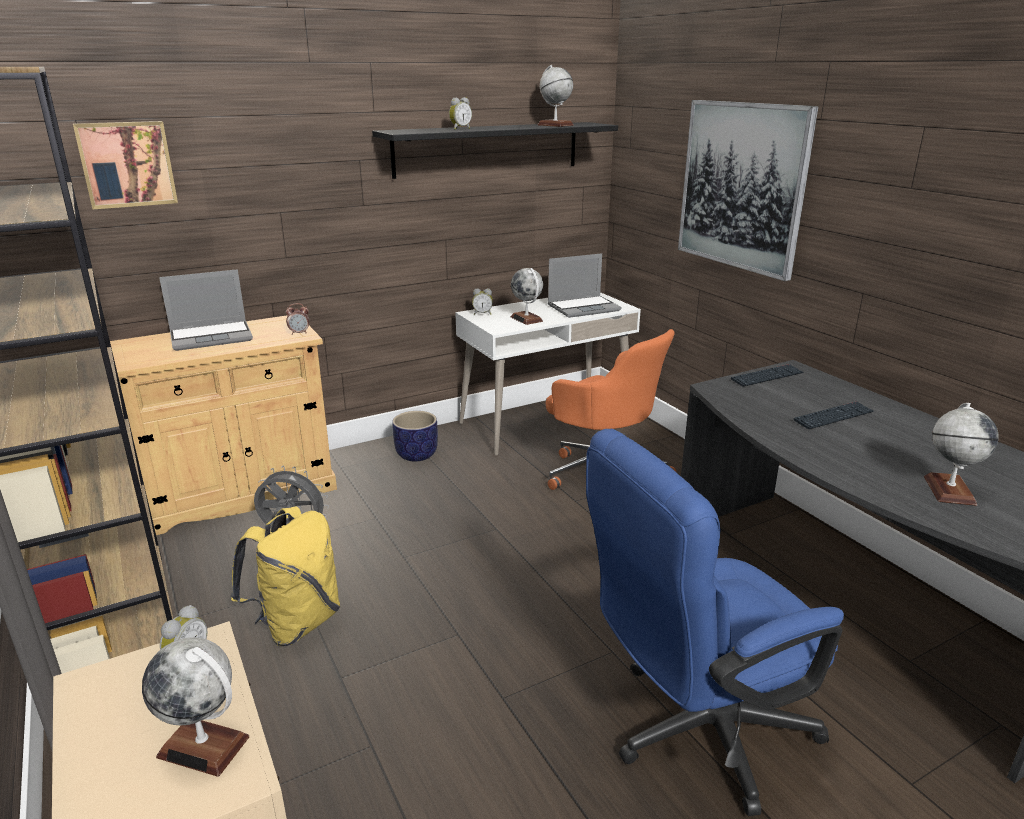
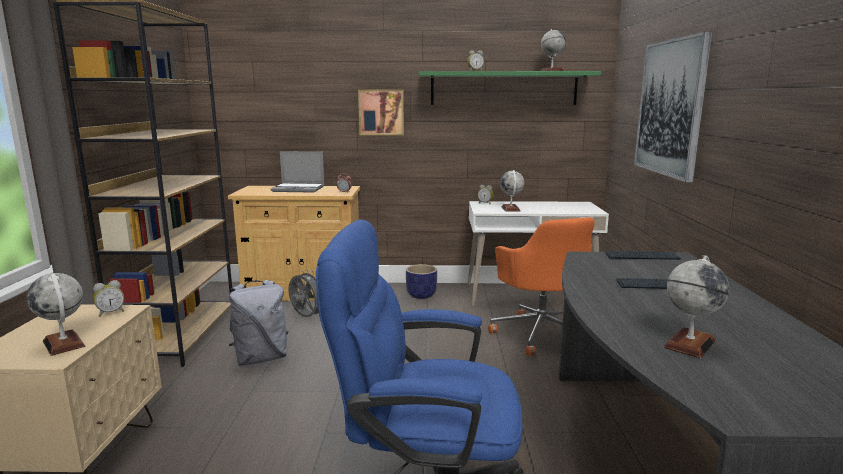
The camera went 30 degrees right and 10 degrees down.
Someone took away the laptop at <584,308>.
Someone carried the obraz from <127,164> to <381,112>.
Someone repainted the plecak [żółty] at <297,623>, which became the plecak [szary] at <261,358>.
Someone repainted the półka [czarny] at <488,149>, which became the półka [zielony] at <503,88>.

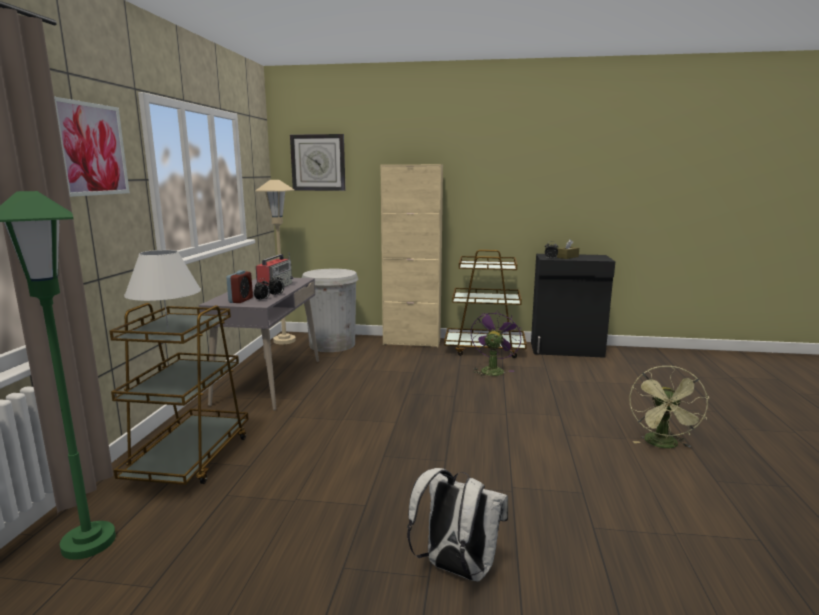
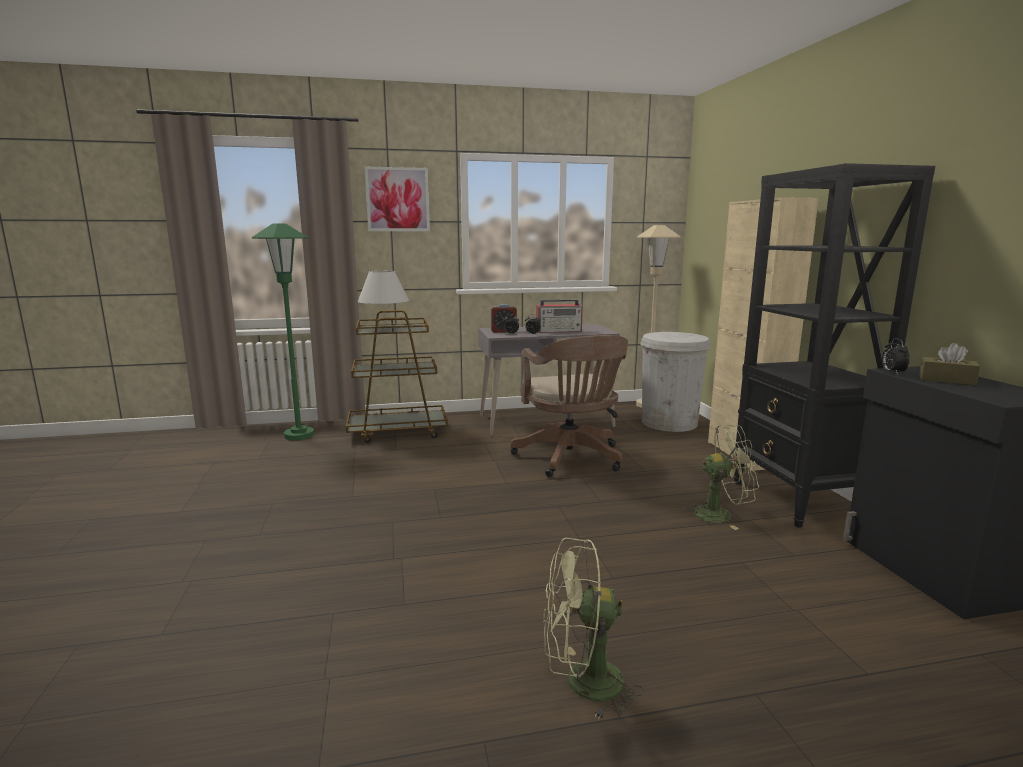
The camera went 70 degrees right and 0 degrees up.
Someone took away the zegar ścienny at <318,162>.
Someone took away the plecak [biały] at <456,569>.
Someone put down the krzesło biurowe [brązowy] at <571,458>.
Someone swapped the wózek [brązowy] at <485,349> for the regał [czarny] at <798,500>.
Someone repainted the wentylator [fioletowy] at <492,370>, which became the wentylator [zielony] at <720,514>.

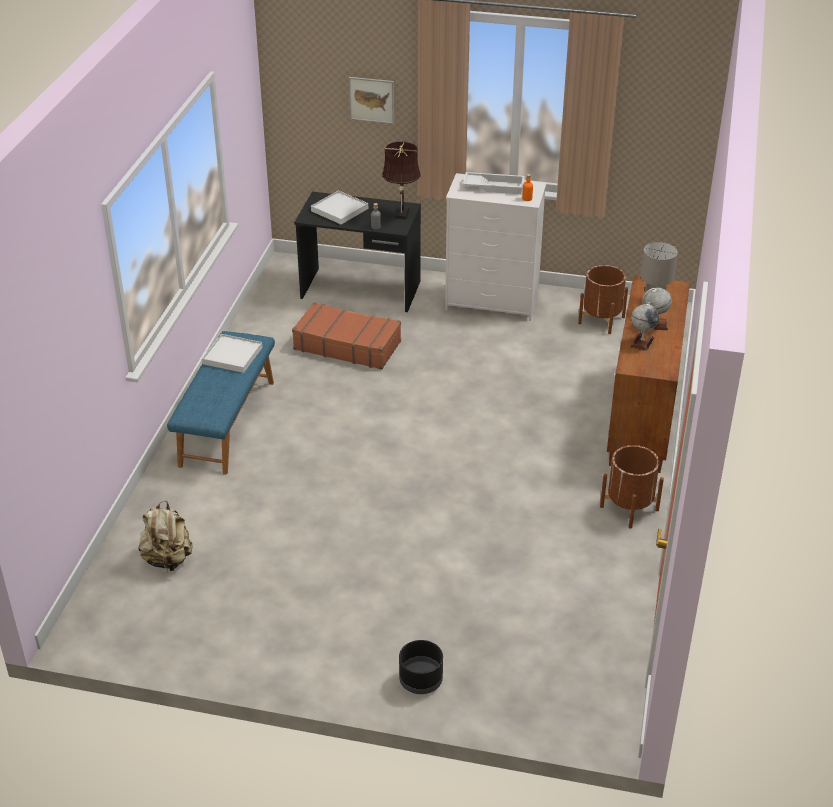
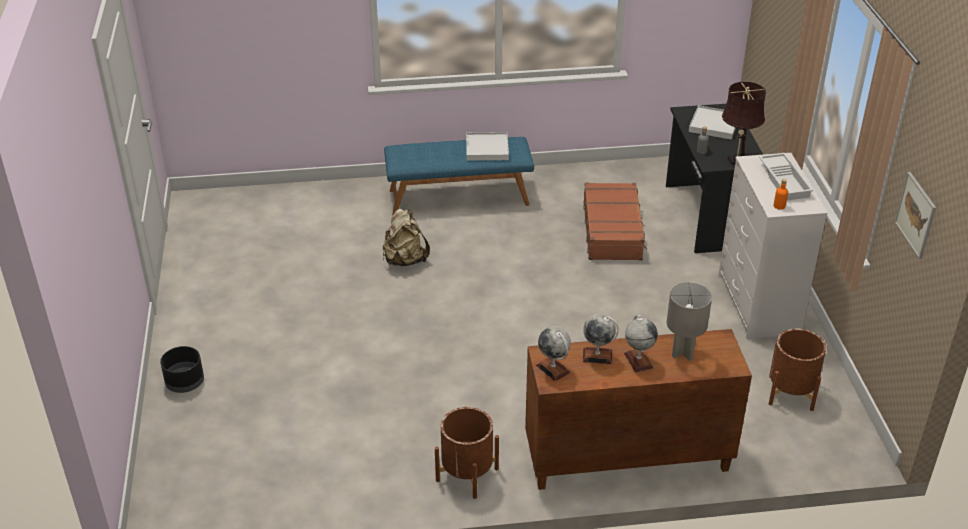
The camera went 70 degrees right and 0 degrees up.
Someone put down the globus at <553,369>.
Someone carried the plecak [beżowy] from <168,559> to <405,260>.
Someone carried the obraz from <371,100> to <916,215>.

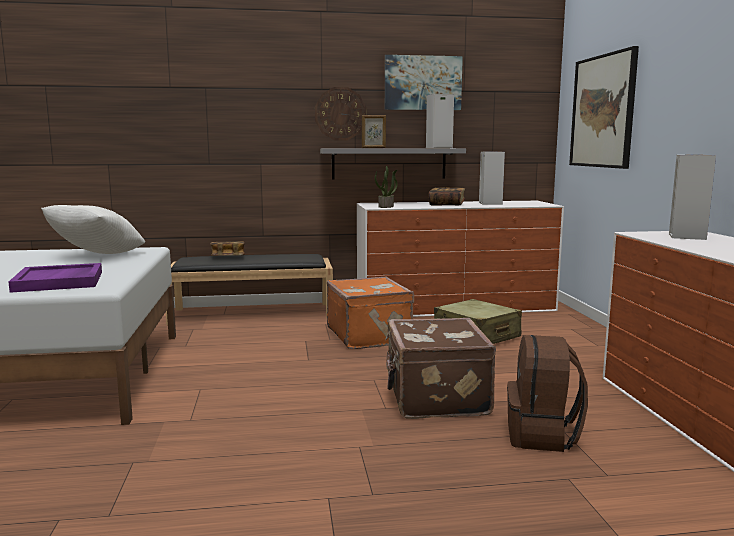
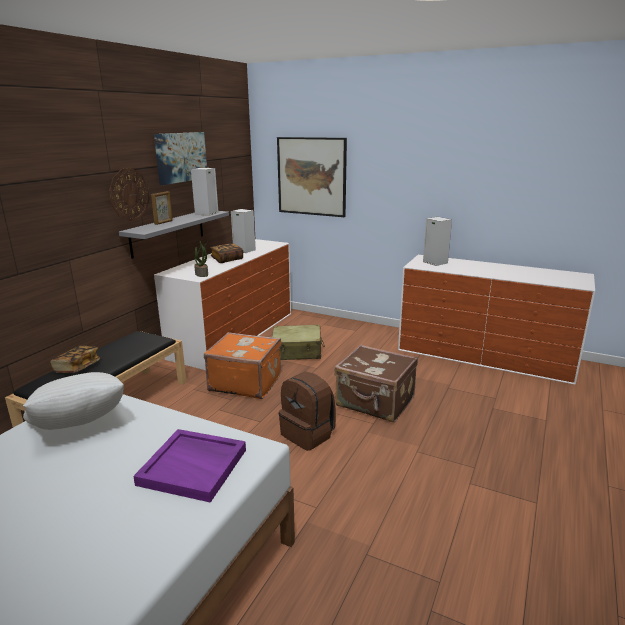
The camera went 55 degrees left and 10 degrees up.
Someone carried the plecak [brązowy] from <542,436> to <308,434>.

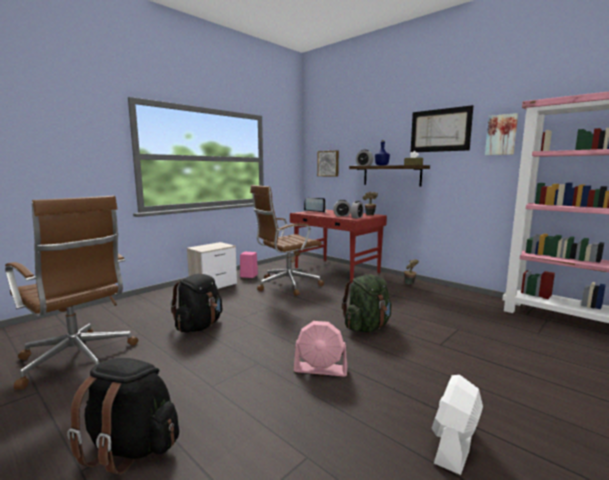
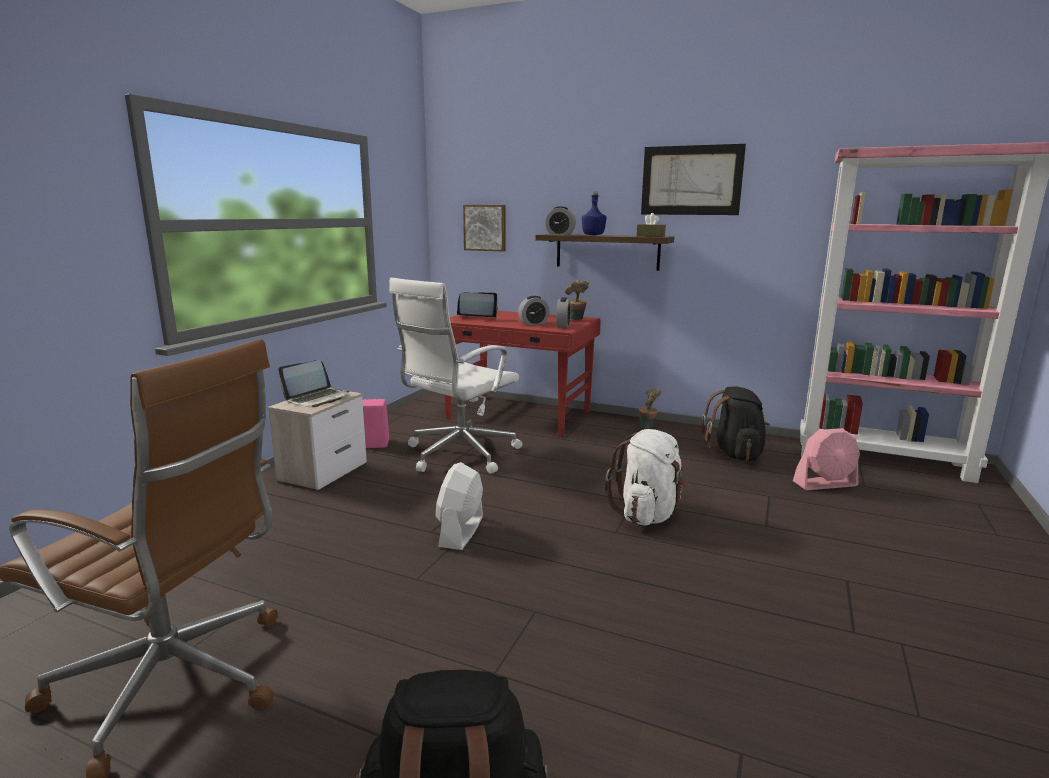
The camera went 20 degrees left and 5 degrees up.
Someone took away the obraz at <501,135>.
Someone put down the laptop at <317,398>.
Someone carried the plecak [czarny] from <199,326> to <735,454>.
Someone carried the wentylator [różowy] from <321,369> to <825,484>.
Someone carried the wentylator [biały] from <454,446> to <461,531>.
Someone repainted the krzesło biurowe [brązowy] at <286,285>, which became the krzesło biurowe [biały] at <458,454>.
Someone repainted the plecak [zielony] at <367,327>, which became the plecak [biały] at <648,514>.

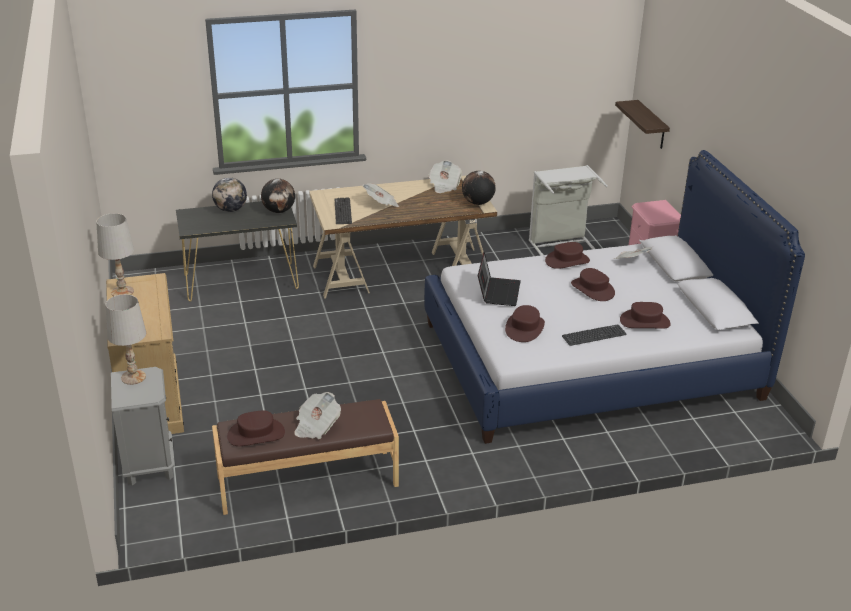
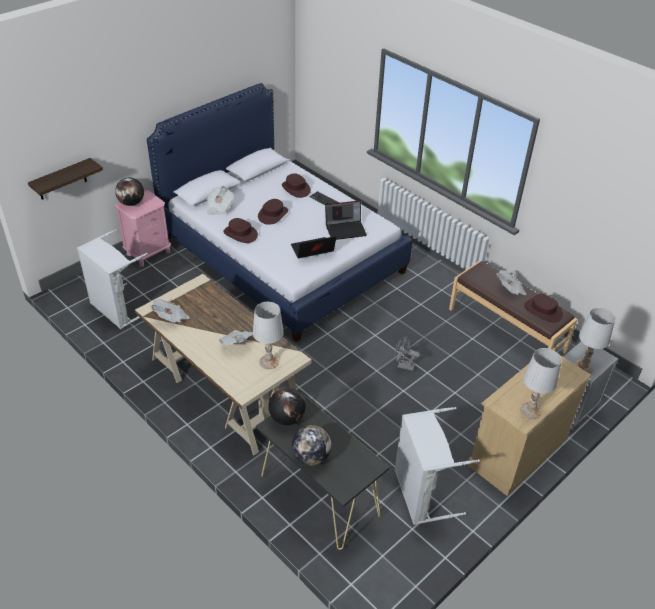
The camera went 120 degrees left and 10 degrees up.
Someone put down the wentylator [szary] at <403,365>.
Someone put down the kosz na pranie [szary] at <420,493>.
Someone carried the globus from <477,203> to <131,203>.
Someone swapped the klawiatura at <343,211> for the lampa stołowa [biały] at <268,362>.
Someone swapped the kapelusz [brązowy] at <524,328> for the laptop at <346,229>.

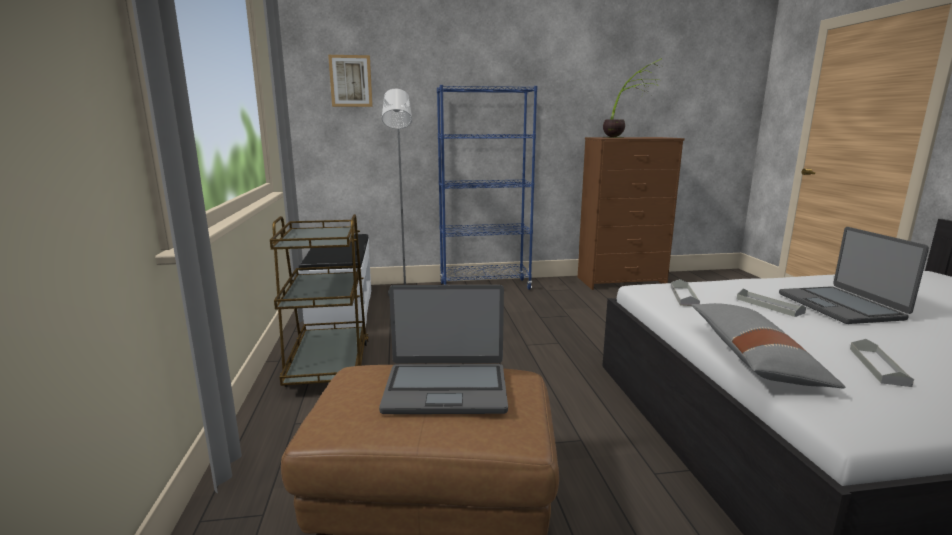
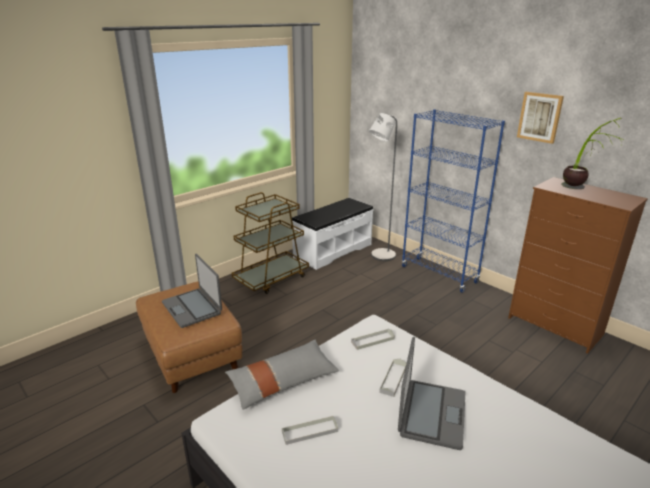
The camera went 55 degrees right and 10 degrees up.
Someone carried the obraz from <351,81> to <540,117>.
Someone rotated the laptop at <840,306> by 150 degrees clockwise.

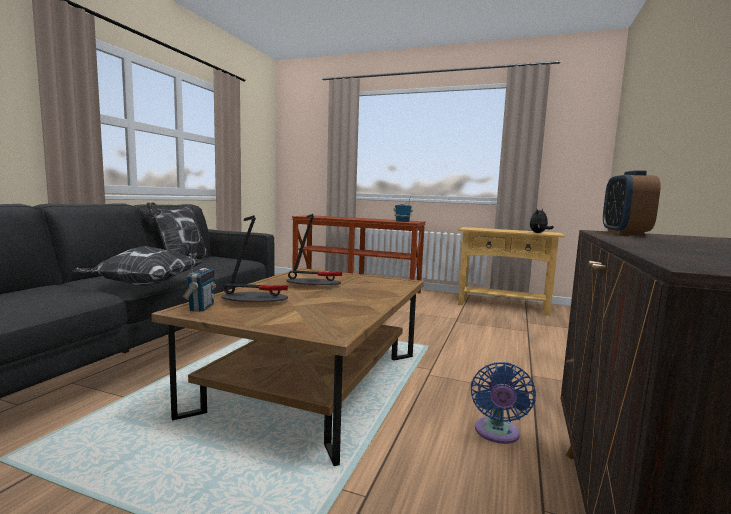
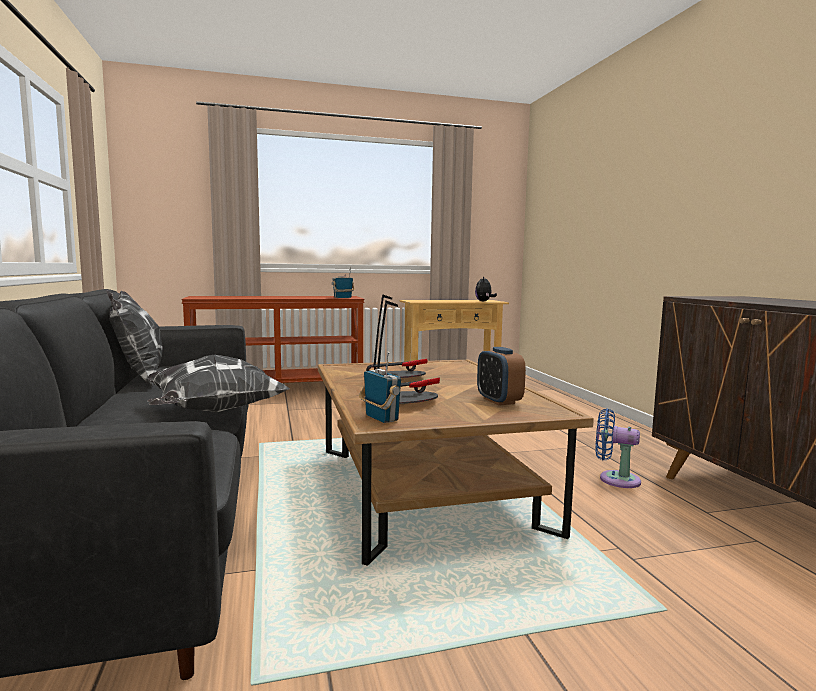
The camera went 35 degrees left and 0 degrees up.
Someone carried the budzik from <625,233> to <499,401>.
Someone rotated the wentylator [niebieski] at <497,433> by 135 degrees clockwise.

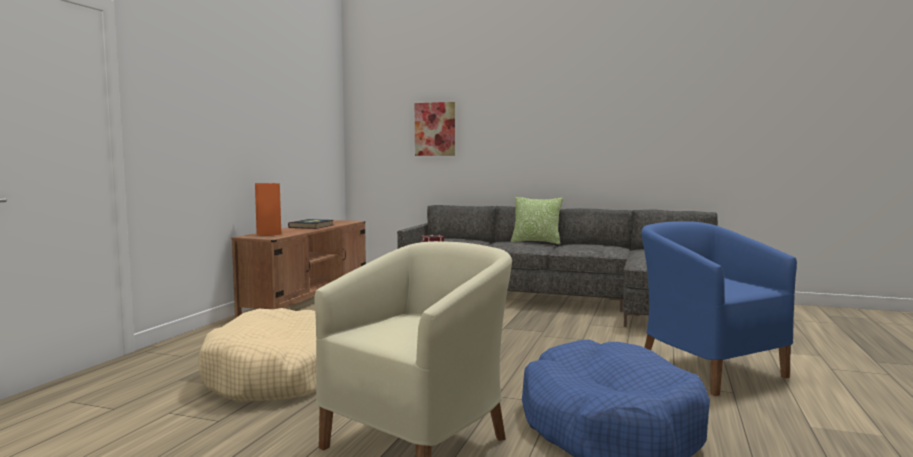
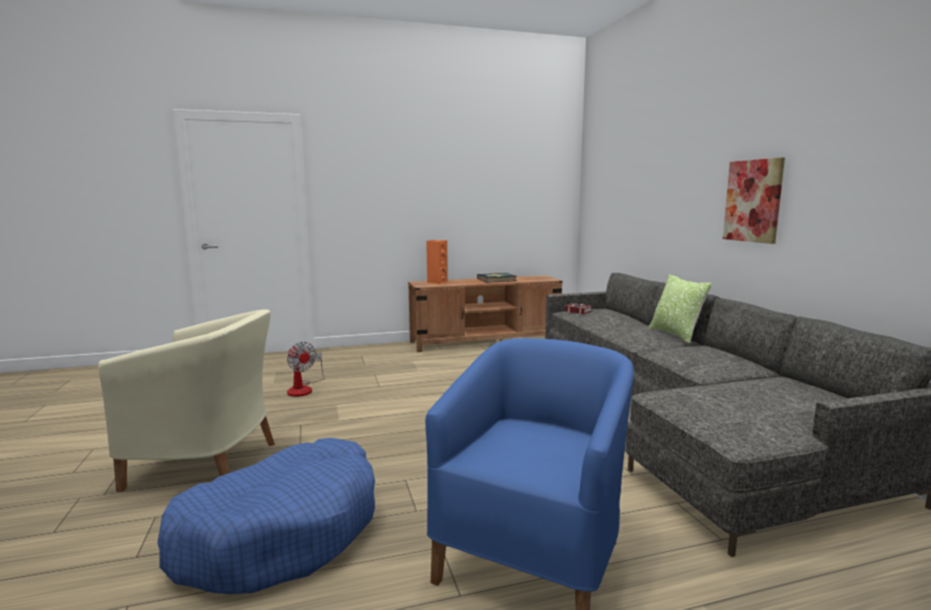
The camera went 55 degrees right and 5 degrees up.
Someone carried the obraz from <435,129> to <753,201>.
Someone swapped the legowisko [beżowy] at <276,375> for the wentylator at <303,389>.

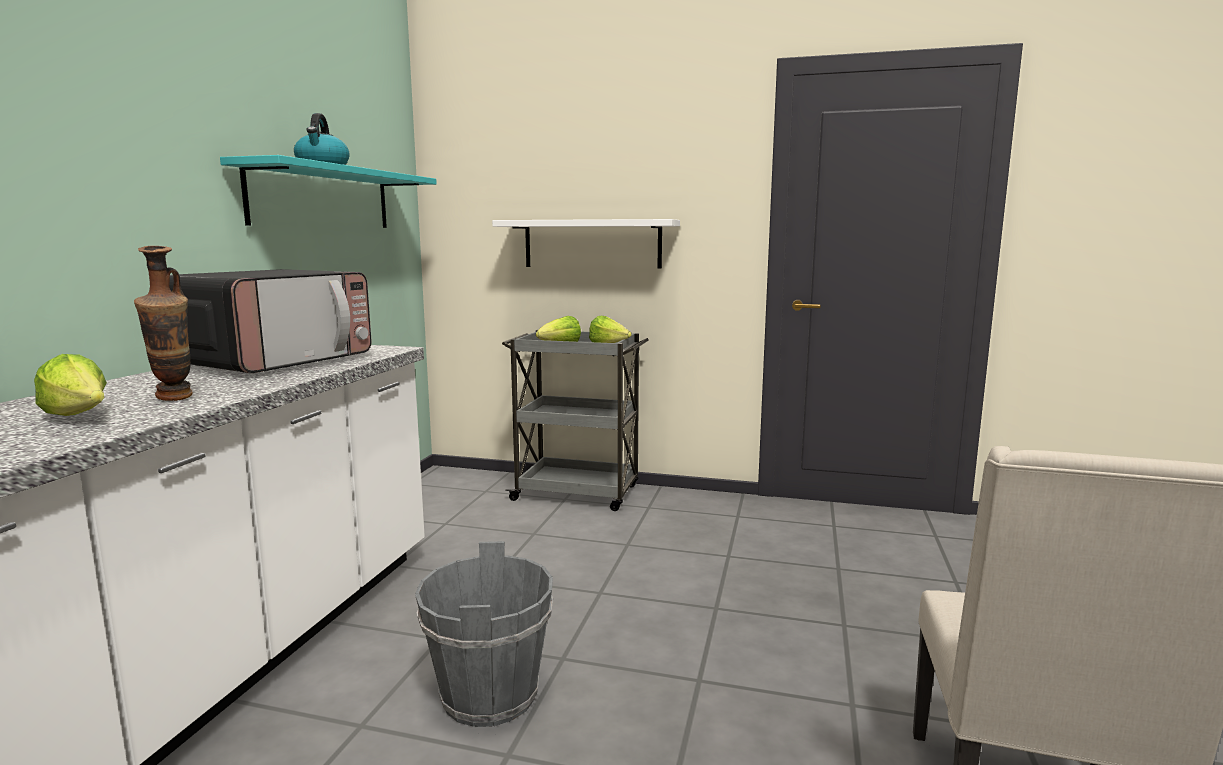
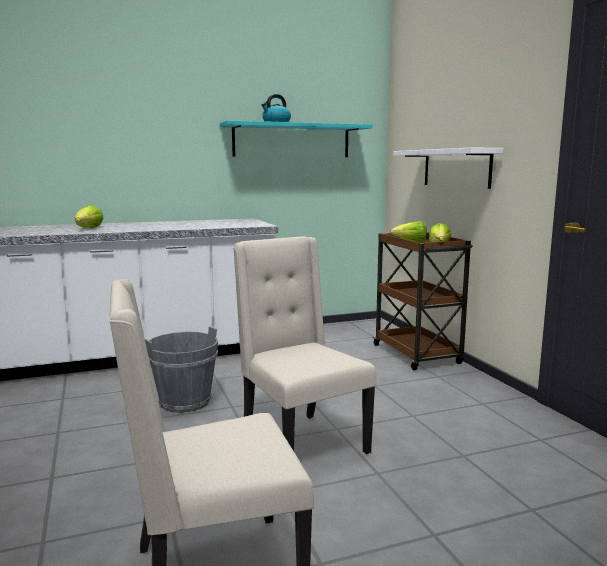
The camera went 55 degrees right and 0 degrees up.
Someone took away the wazon at <174,400>.
Someone took away the mikrofalówka at <275,361>.
Someone put down the krzesło [beżowy] at <300,443>.
Someone repainted the wózek [szary] at <578,493>, which became the wózek [brązowy] at <417,355>.

